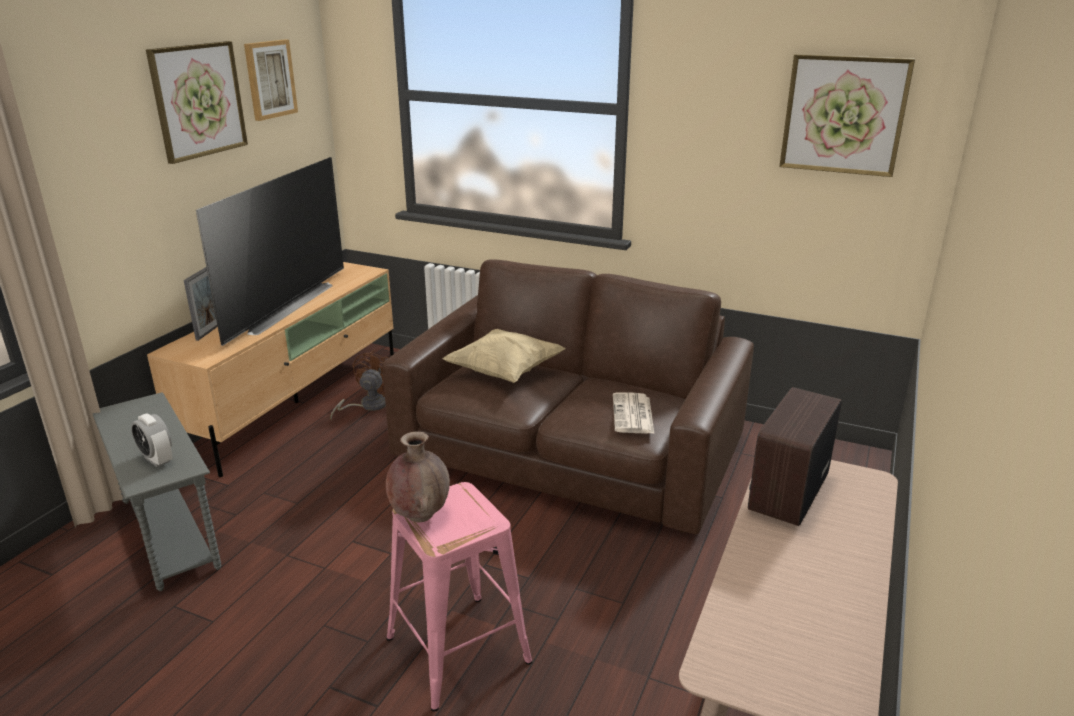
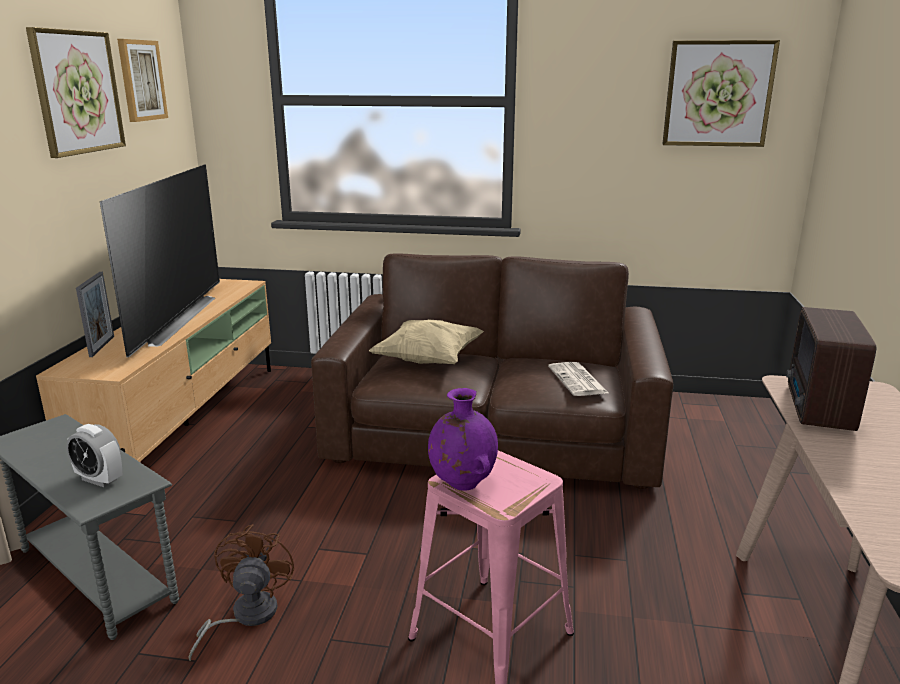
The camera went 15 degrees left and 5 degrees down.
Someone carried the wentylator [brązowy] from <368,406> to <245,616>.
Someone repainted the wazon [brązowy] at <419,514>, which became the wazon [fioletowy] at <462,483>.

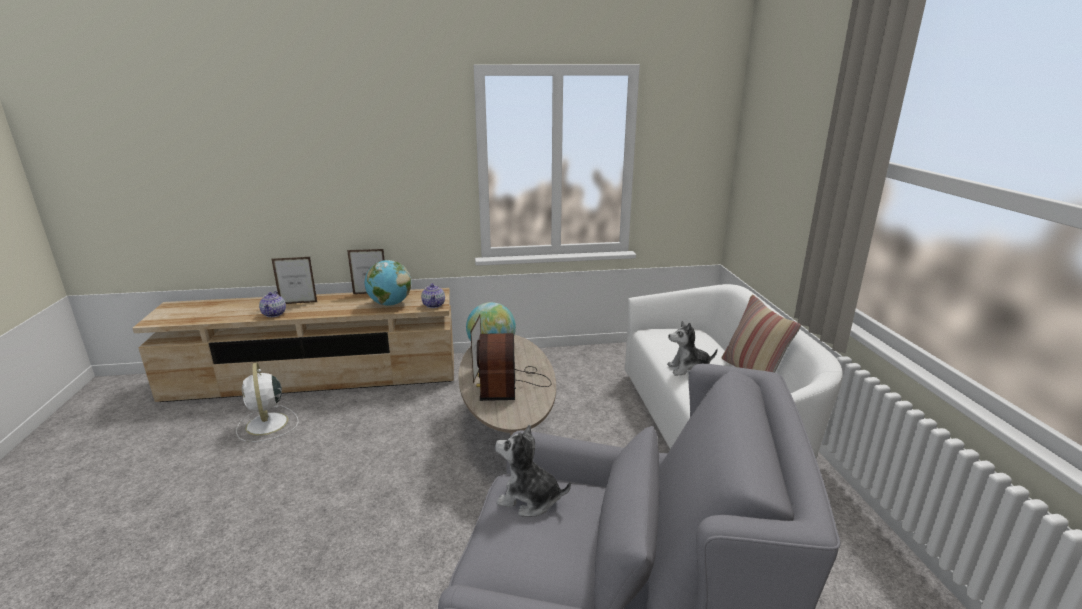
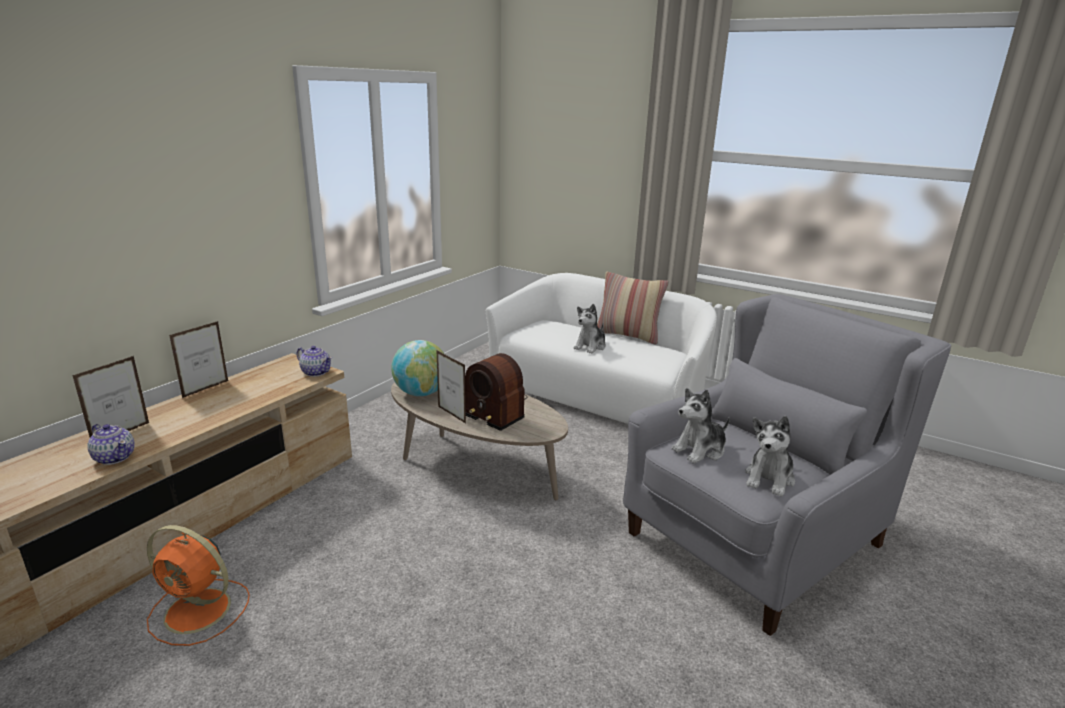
The camera went 50 degrees left and 0 degrees up.
Someone took away the globus at <390,304>.
Someone put down the pluszak at <769,479>.
Someone repainted the wentylator [biały] at <267,425>, which became the wentylator [pomarańczowy] at <200,611>.

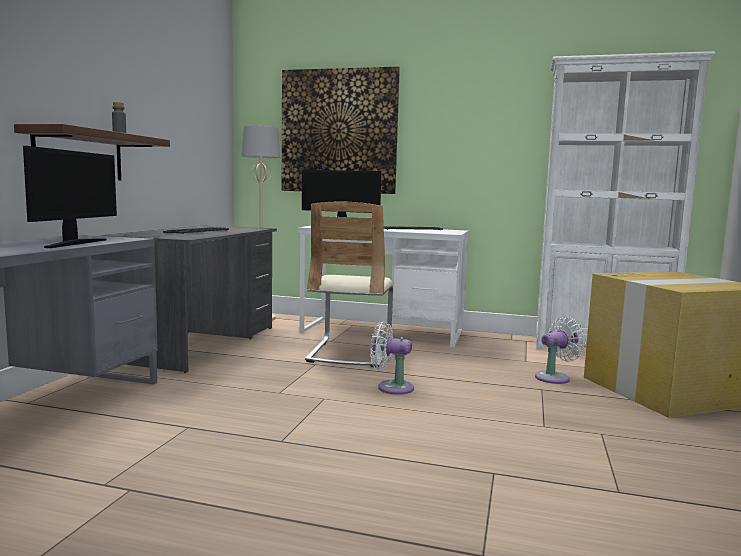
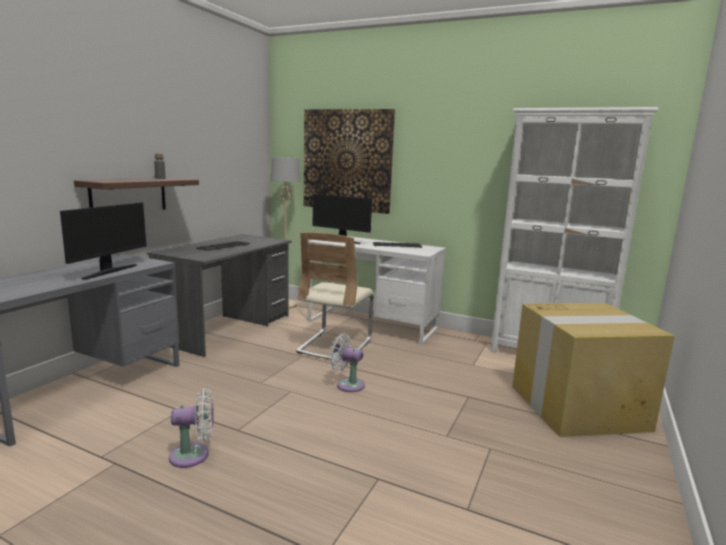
The camera went 10 degrees right and 5 degrees up.
Someone carried the wentylator [biały] from <555,377> to <194,455>.

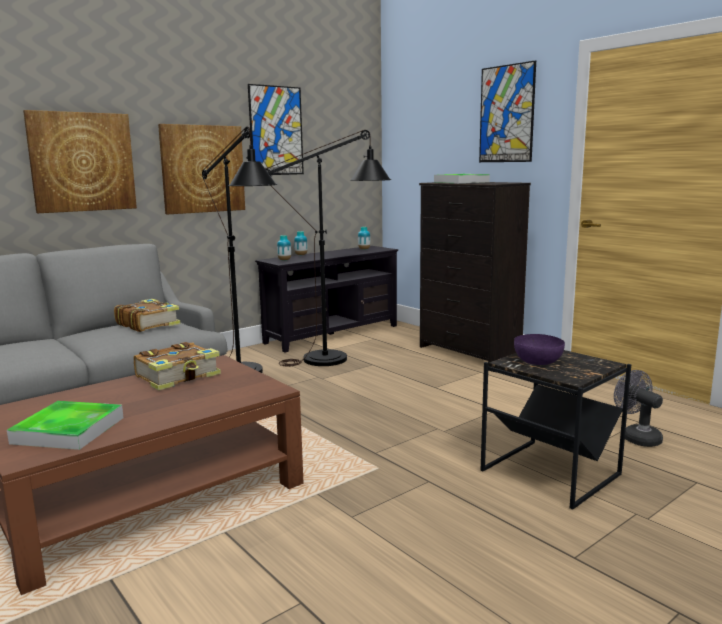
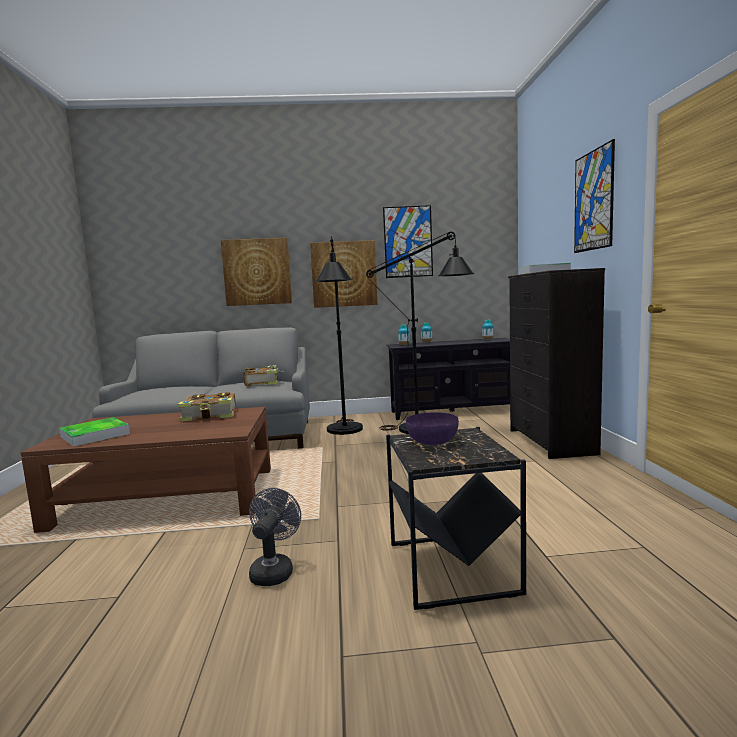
The camera went 35 degrees right and 5 degrees down.
Someone carried the wentylator [szary] from <637,437> to <274,570>.

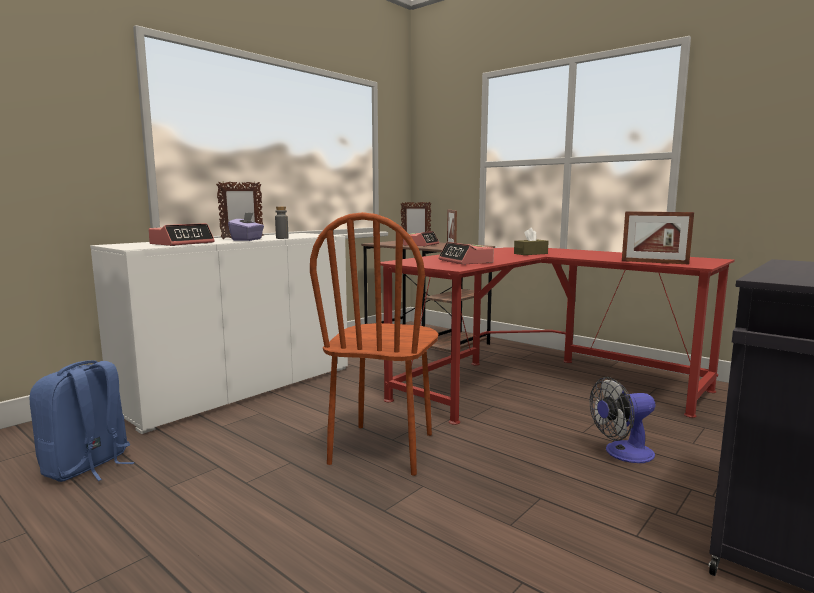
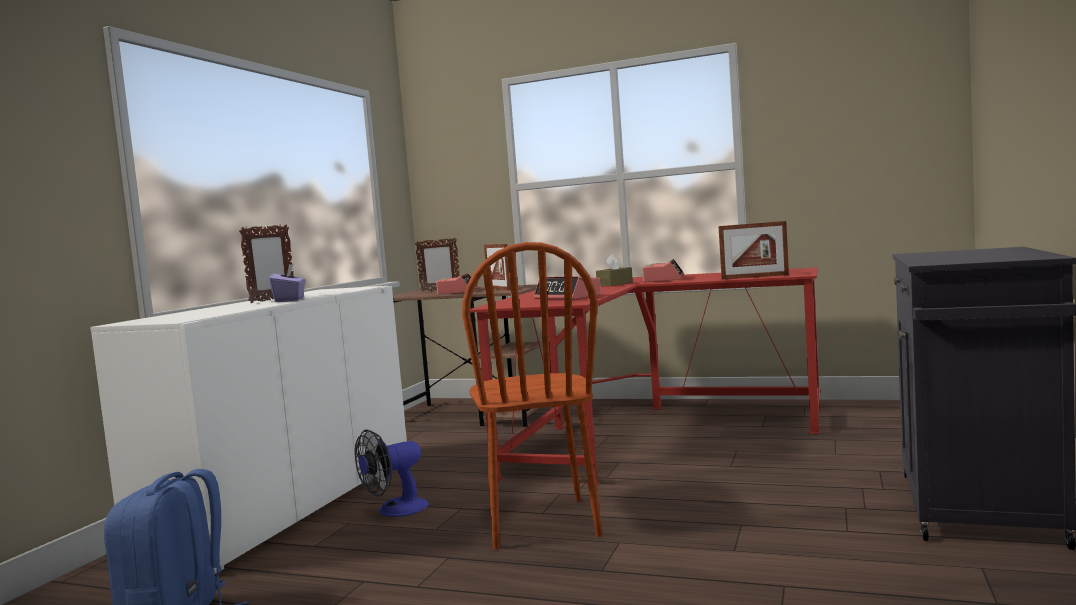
The camera went 20 degrees left and 5 degrees down.
Someone took away the butelka [szary] at <282,238>.
Someone carried the budzik from <182,243> to <663,279>.
Someone carried the wentylator from <622,453> to <395,510>.

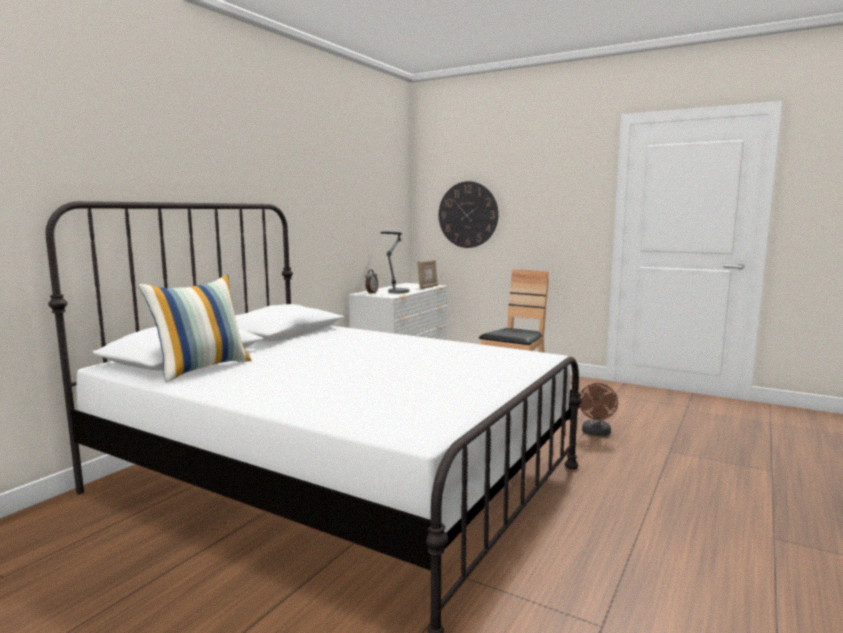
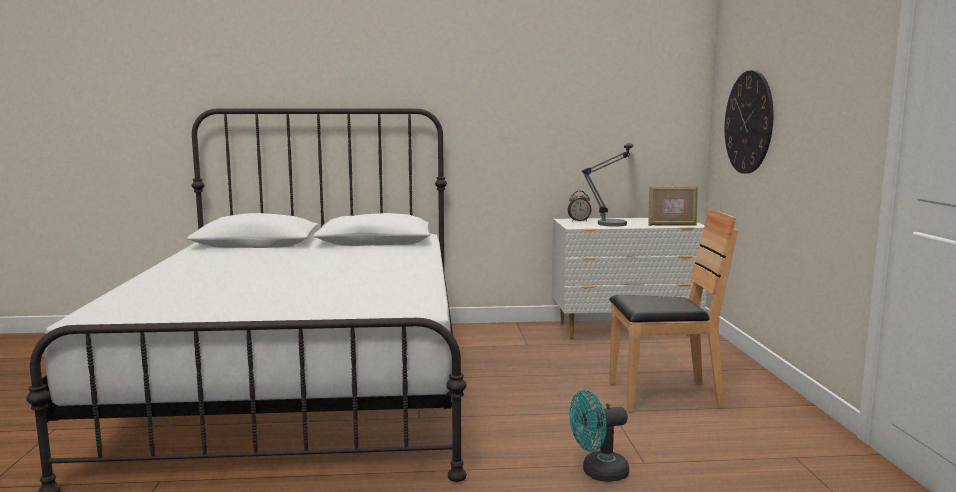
The camera went 55 degrees right and 0 degrees up.
Someone took away the poduszka at <202,368>.
Someone repainted the wentylator [brązowy] at <596,433>, which became the wentylator [turkusowy] at <598,473>.

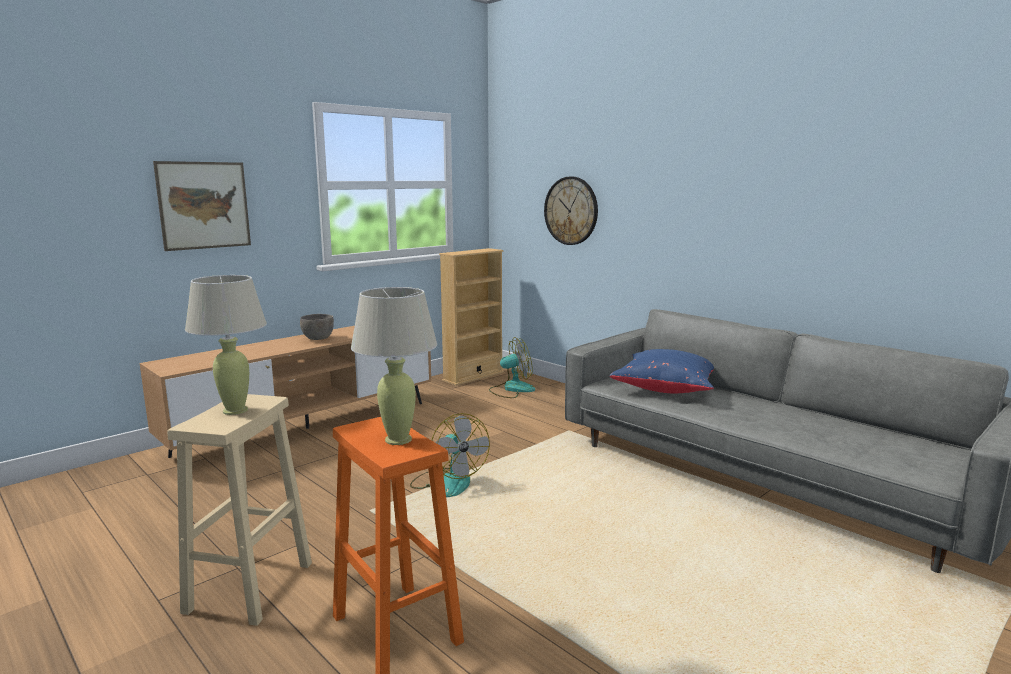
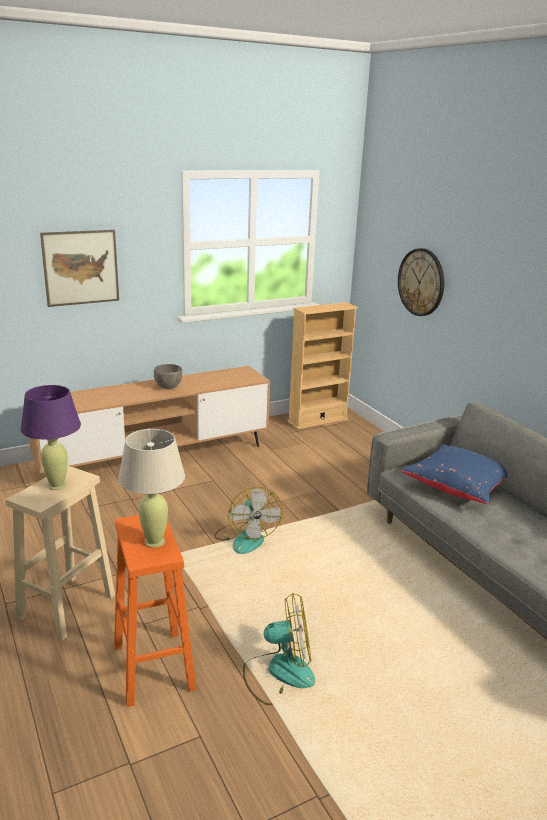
The camera went 15 degrees right and 10 degrees up.
Someone carried the wentylator from <511,389> to <279,672>.
Someone repainted the lampa stołowa [beżowy] at <235,410>, which became the lampa stołowa [fioletowy] at <57,485>.

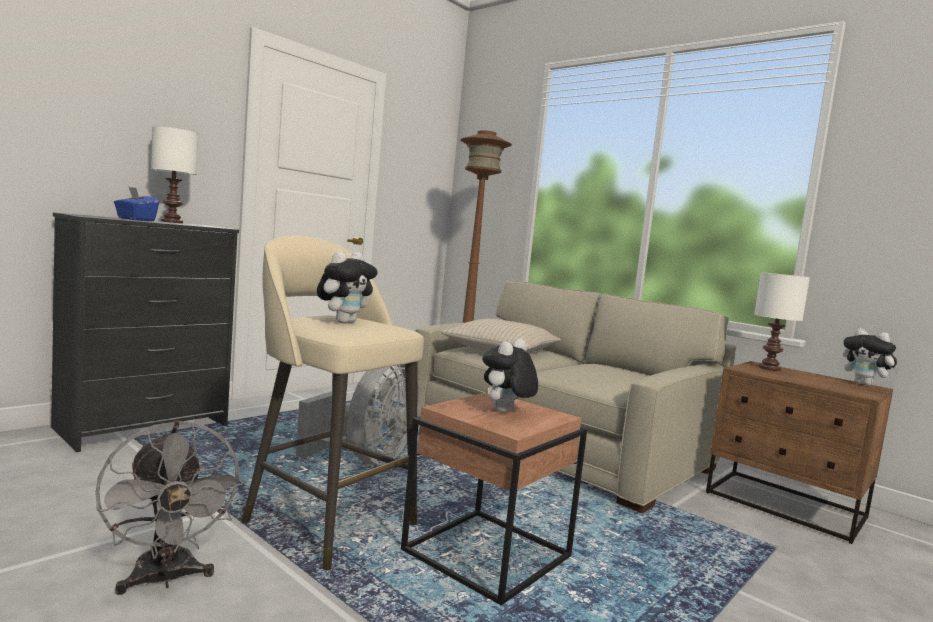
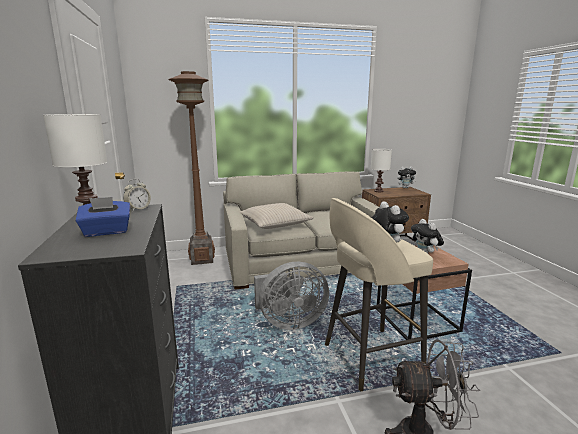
The camera went 55 degrees left and 10 degrees up.
Someone put down the budzik at <138,209>.
Someone rotated the wentylator [szary] at <367,460> by 105 degrees clockwise.

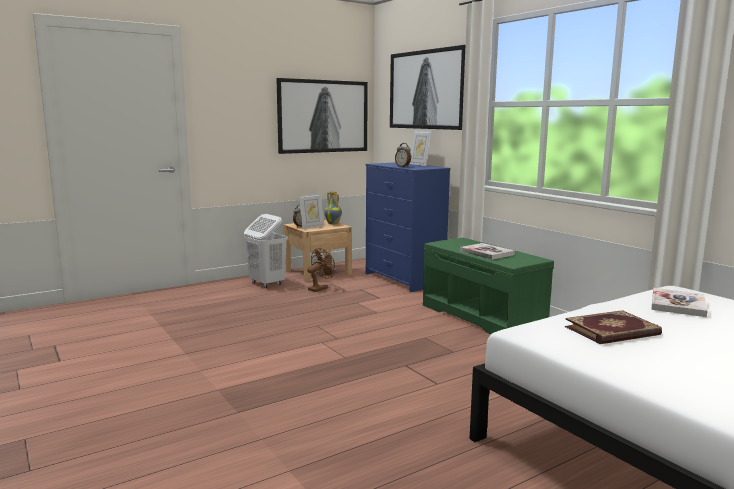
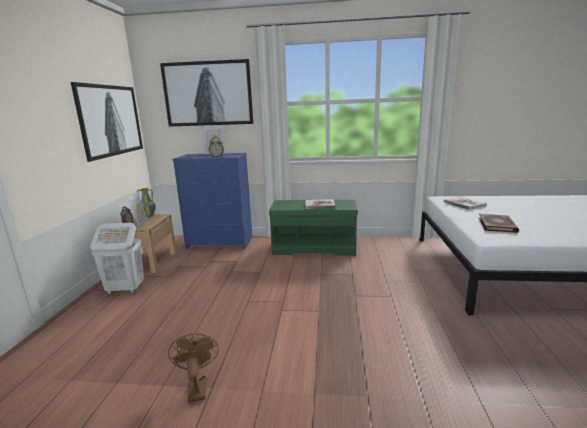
The camera went 50 degrees left and 5 degrees up.
Someone carried the wentylator [brązowy] from <320,288> to <197,387>.

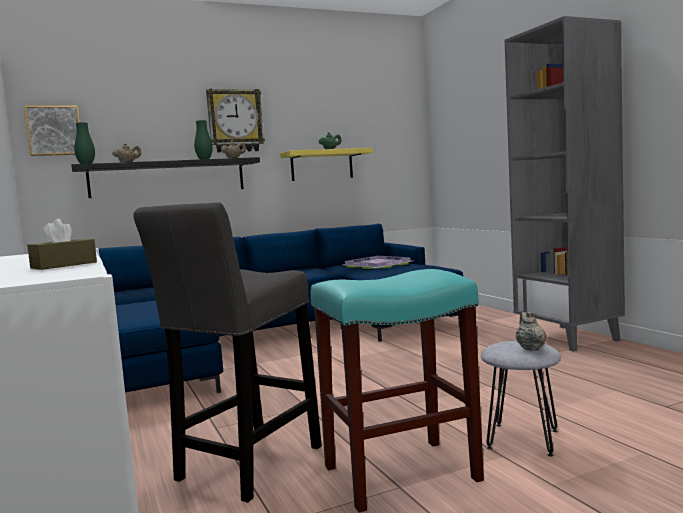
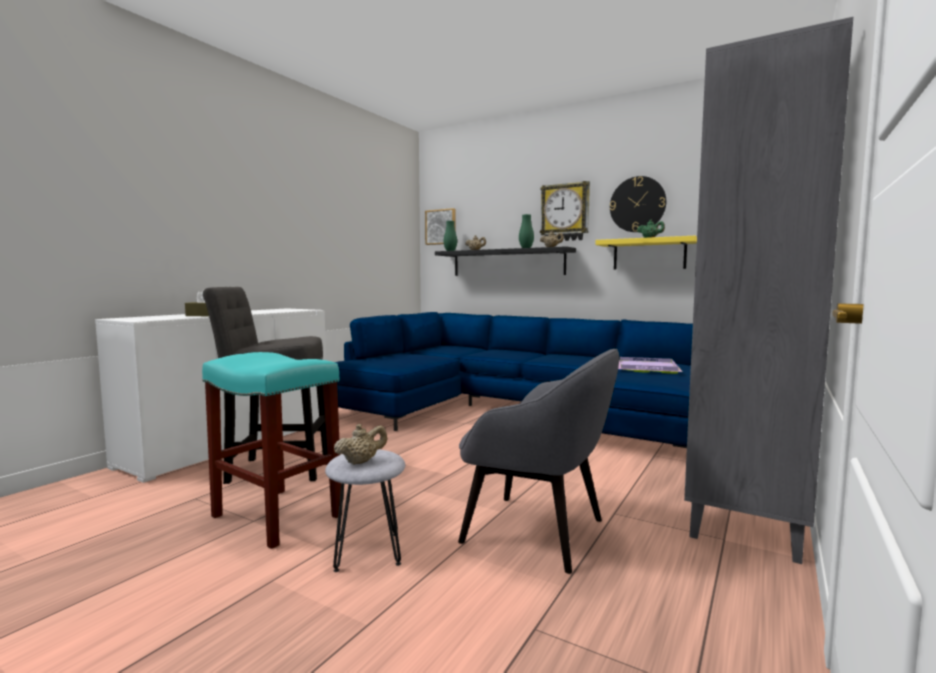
The camera went 55 degrees right and 0 degrees up.
Someone put down the fotel [szary] at <537,531>.
Someone put up the zegar ścienny at <637,204>.

